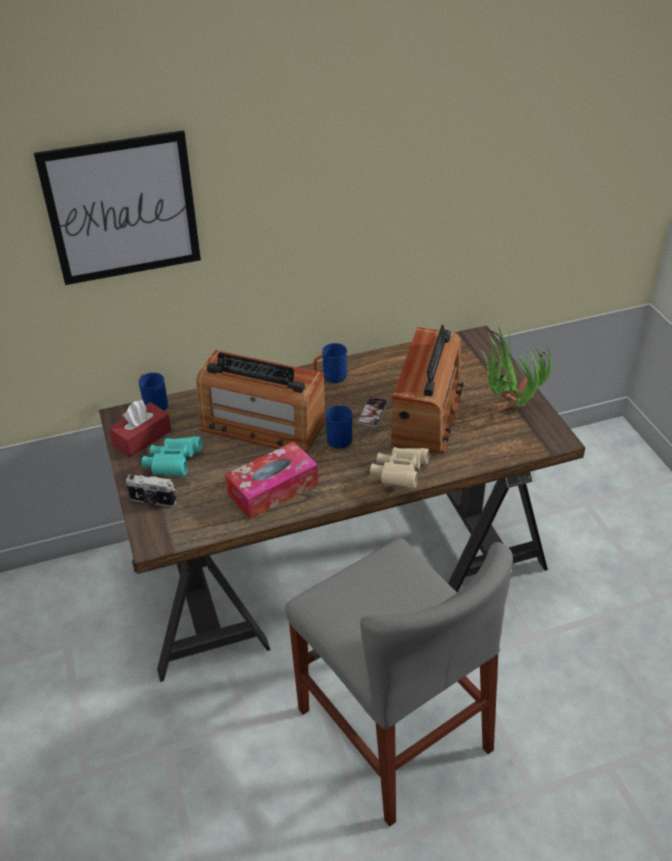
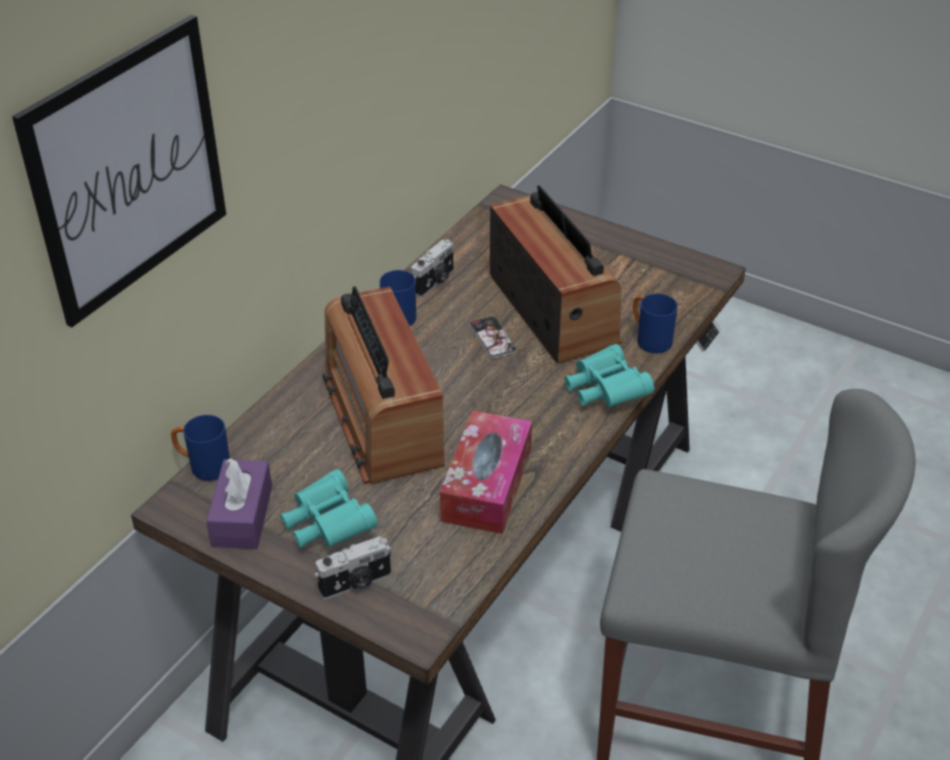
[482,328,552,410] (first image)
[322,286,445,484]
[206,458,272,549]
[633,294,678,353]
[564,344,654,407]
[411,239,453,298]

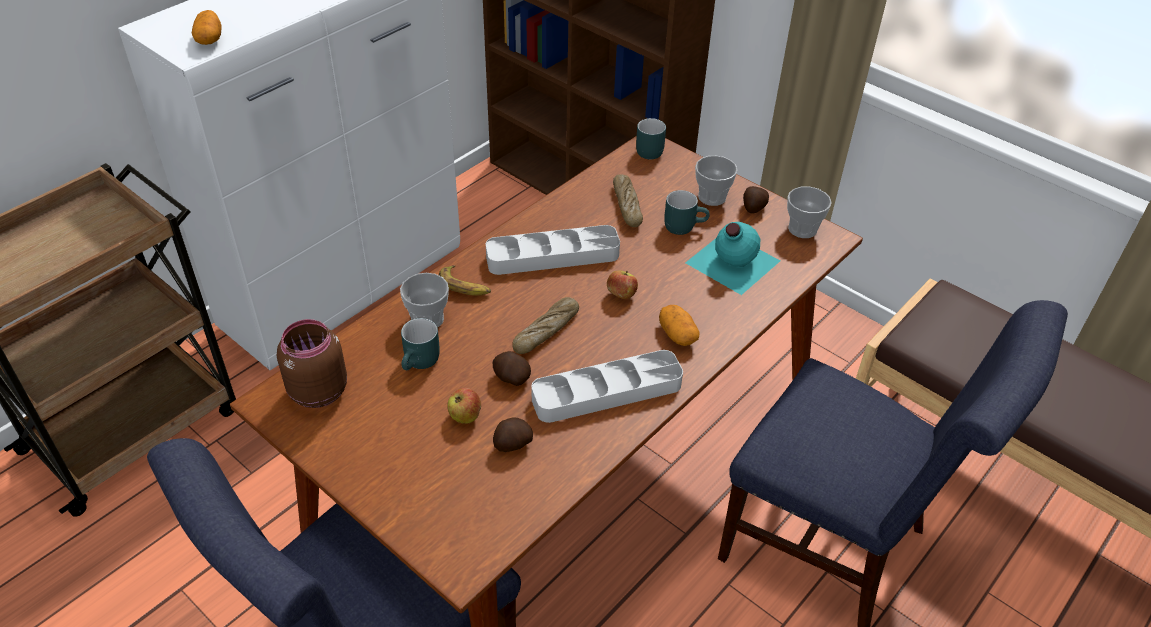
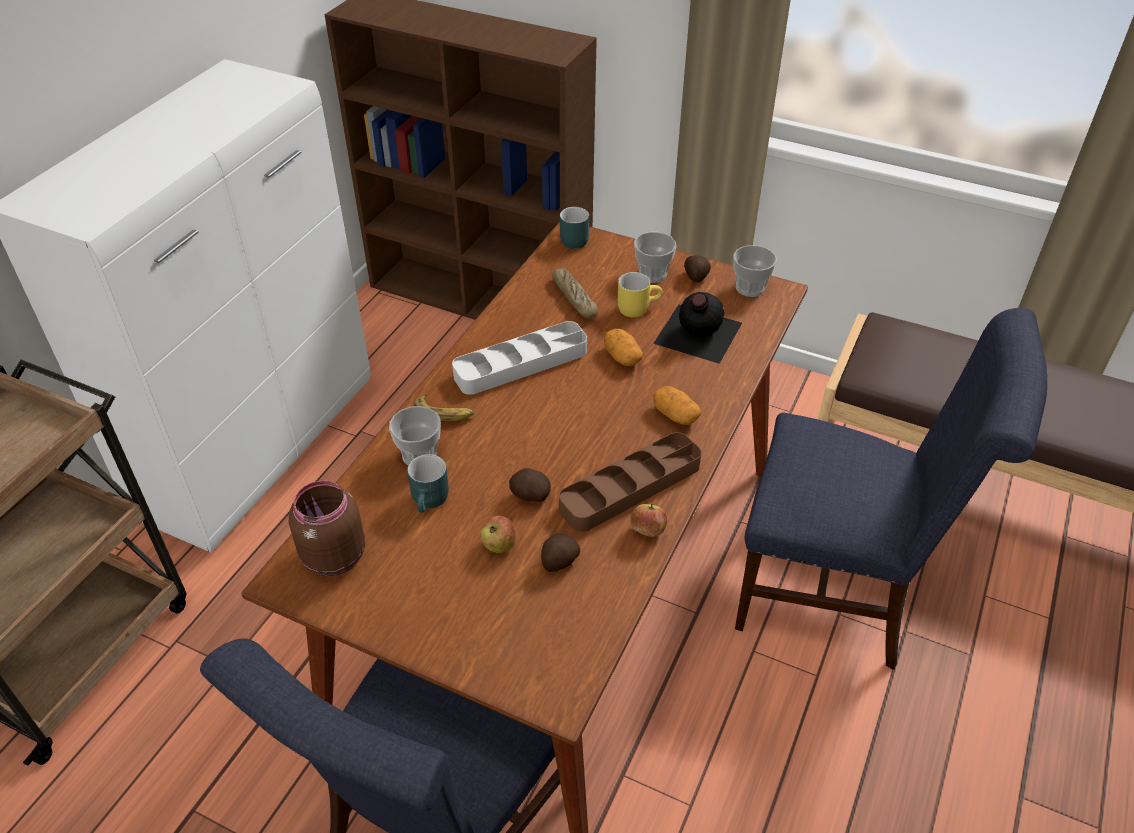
[604,329,643,366]
[618,272,662,317]
[653,292,742,364]
[630,504,667,537]
[512,297,579,354] (first image)
[559,432,701,532]

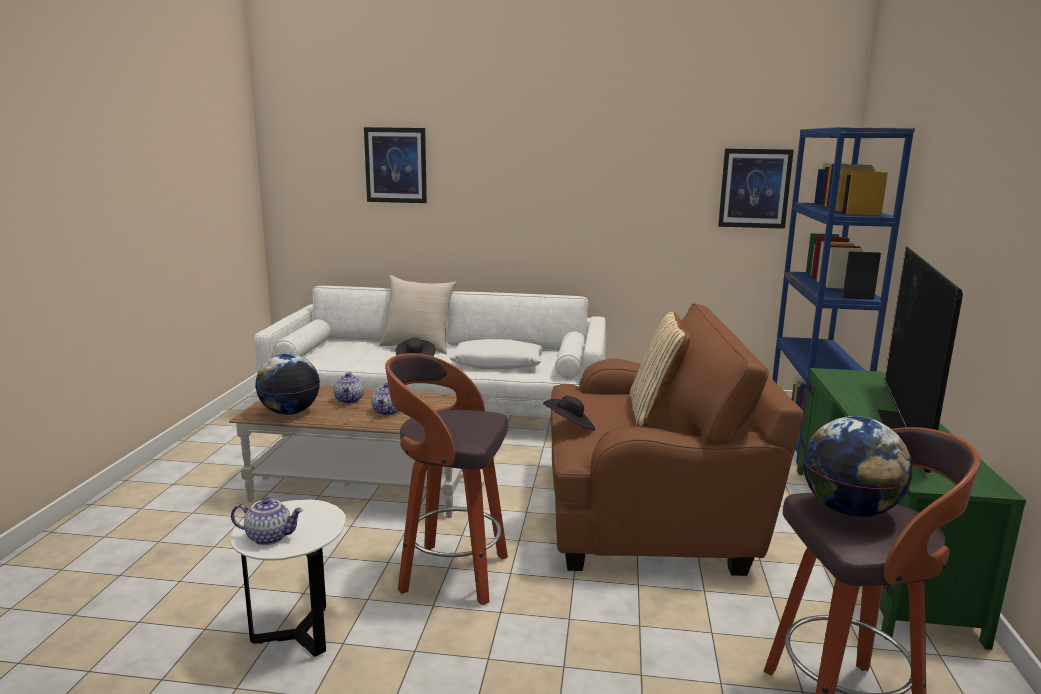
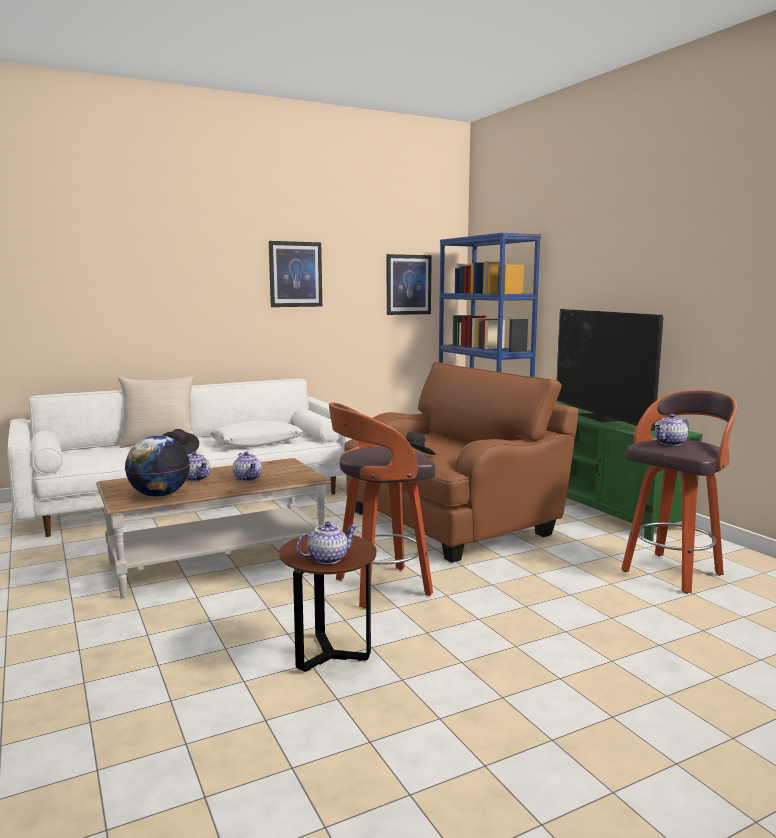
[269,241,322,307]
[630,311,691,428] (first image)
[654,414,689,446]
[279,534,377,672]

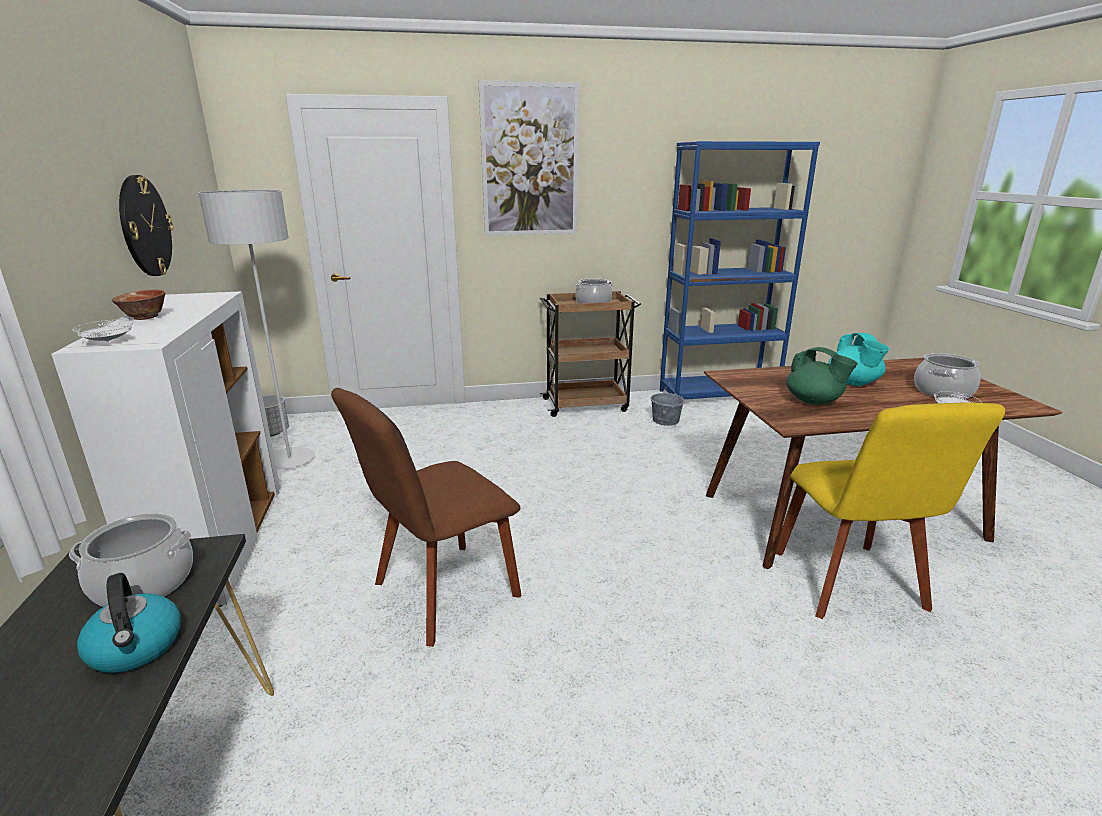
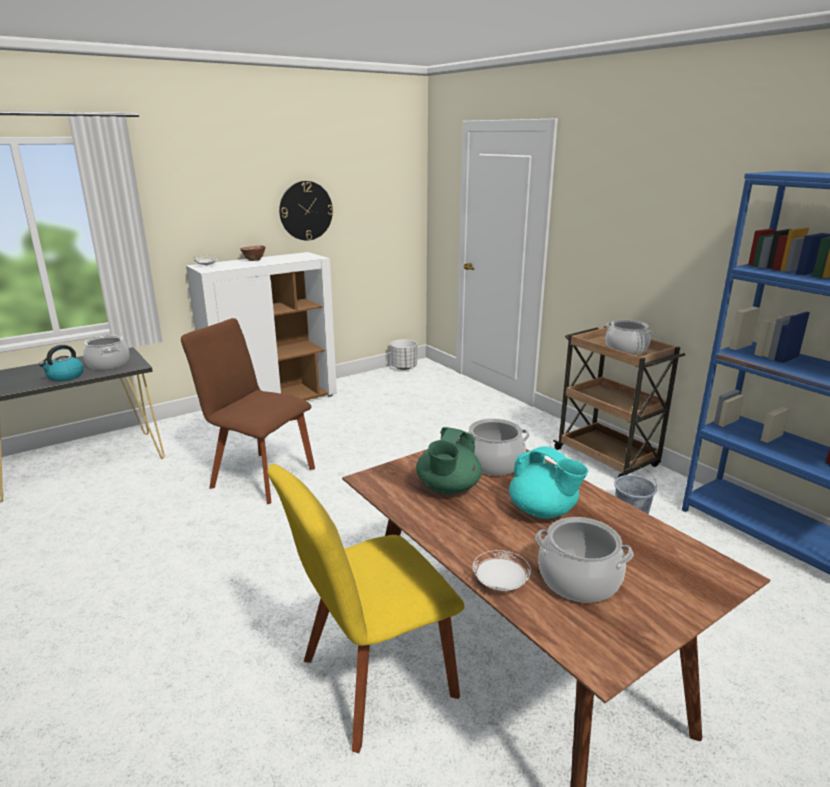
[479,81,579,236] (first image)
[198,190,315,469] (first image)
[509,446,588,519]
[468,419,530,476]

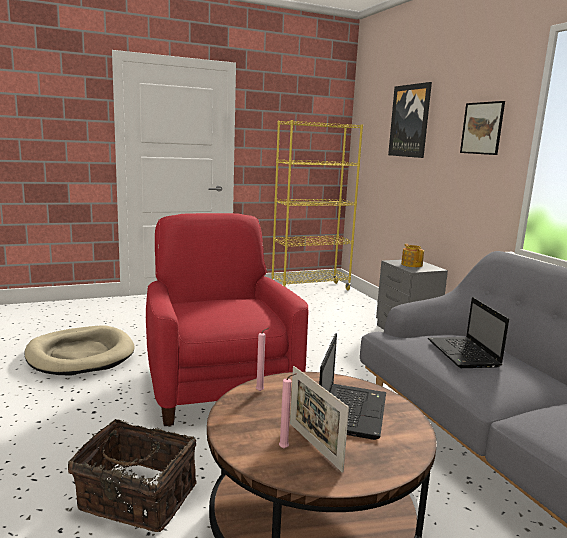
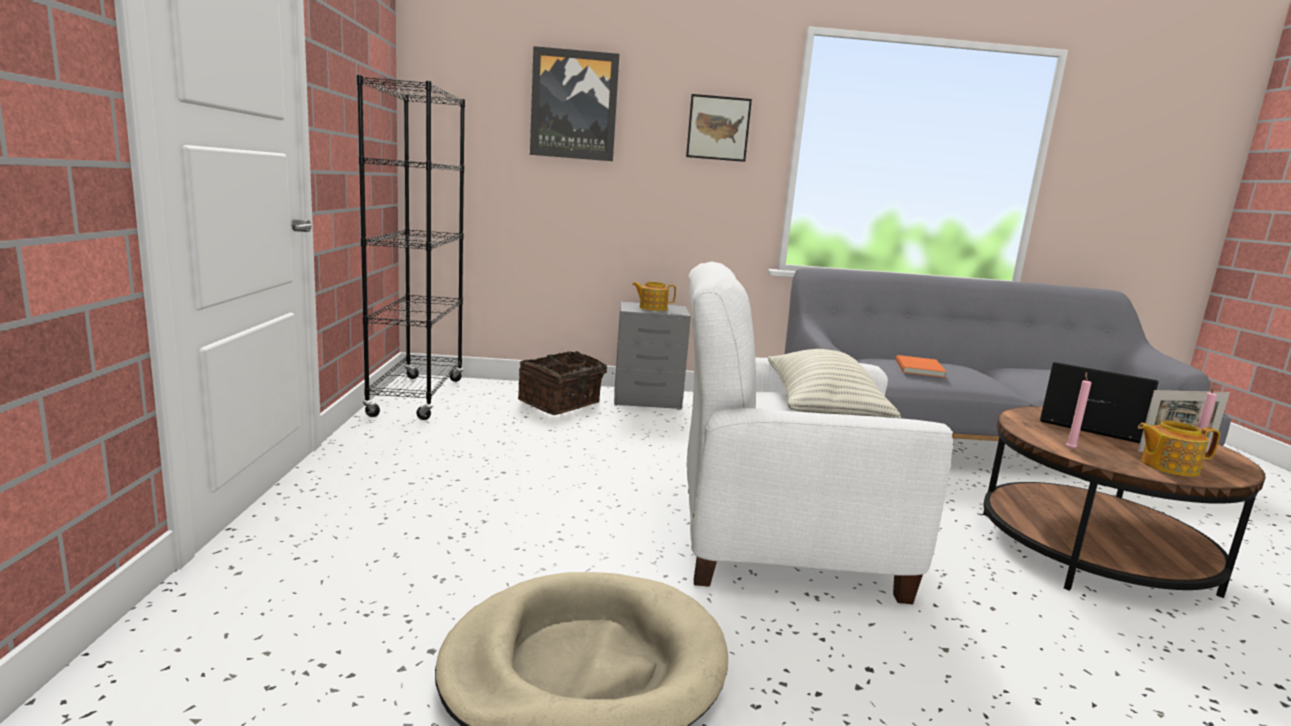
[357,75,465,420]
[686,261,953,604]
[896,355,947,378]
[518,351,614,415]
[768,349,901,418]
[1138,421,1220,477]

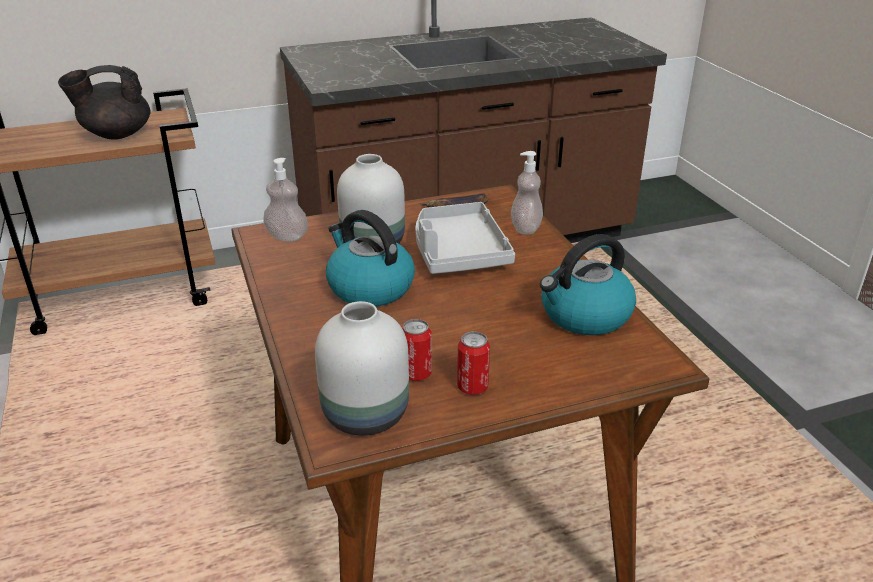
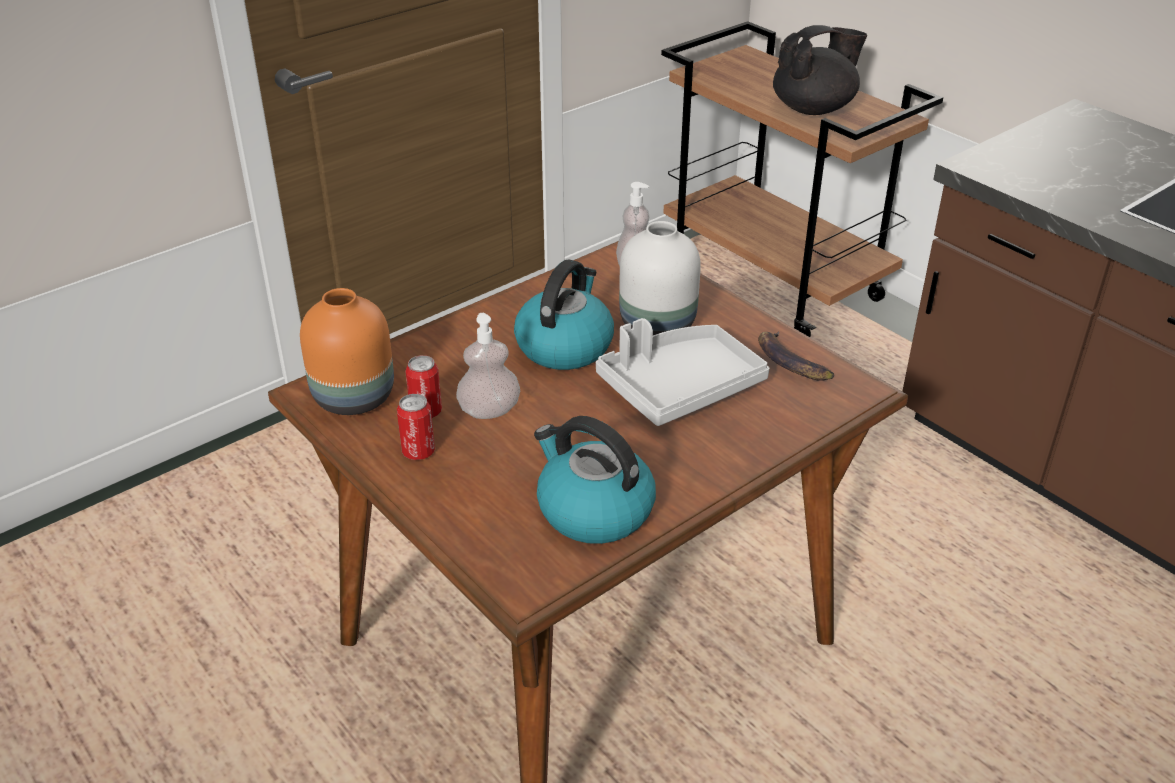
[773,25,867,115]
[456,313,520,419]
[300,288,394,415]

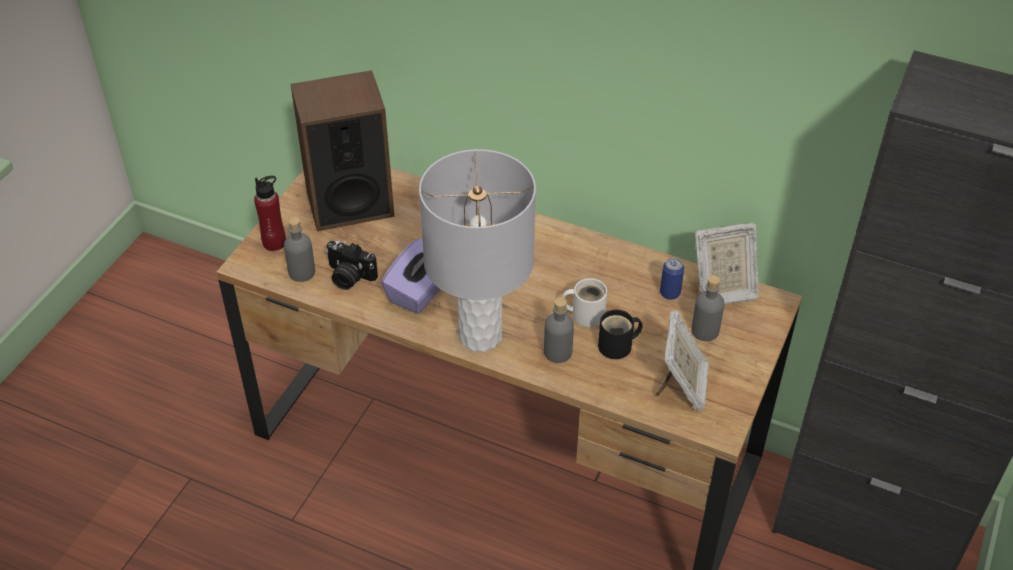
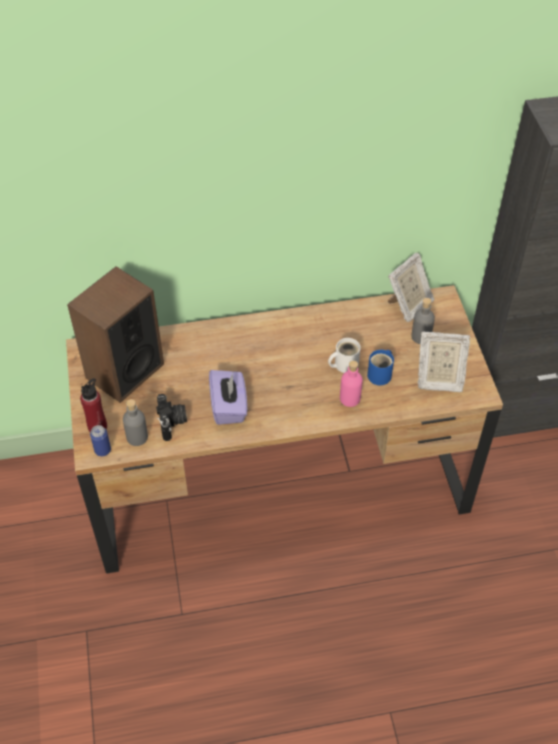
[419,149,536,352] (first image)
[156,394,187,441]
[90,425,111,456]
[340,361,363,407]
[367,350,394,385]
[417,332,470,392]

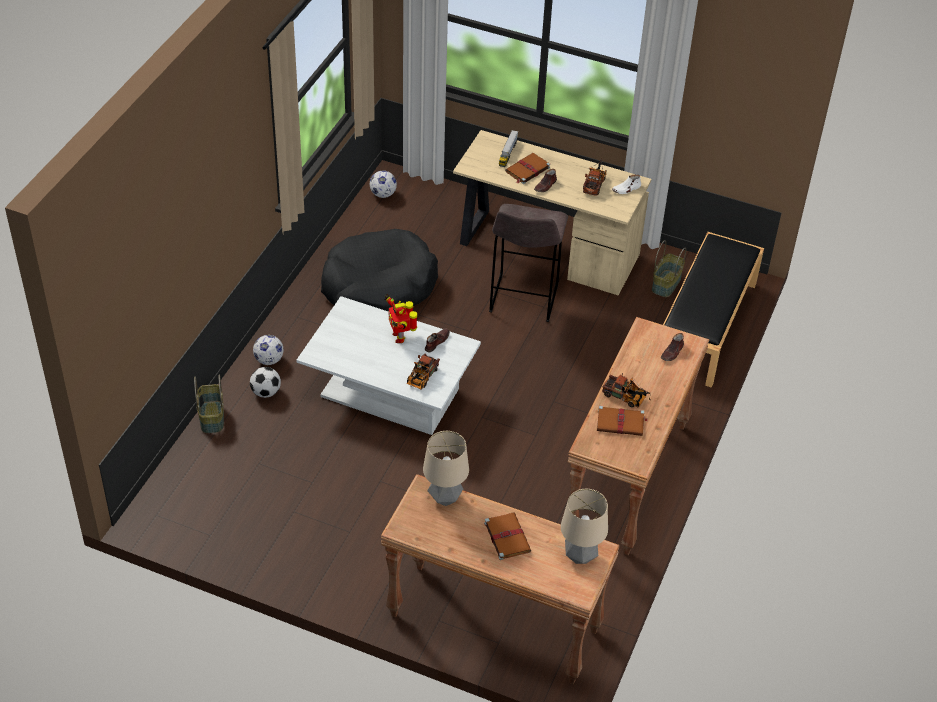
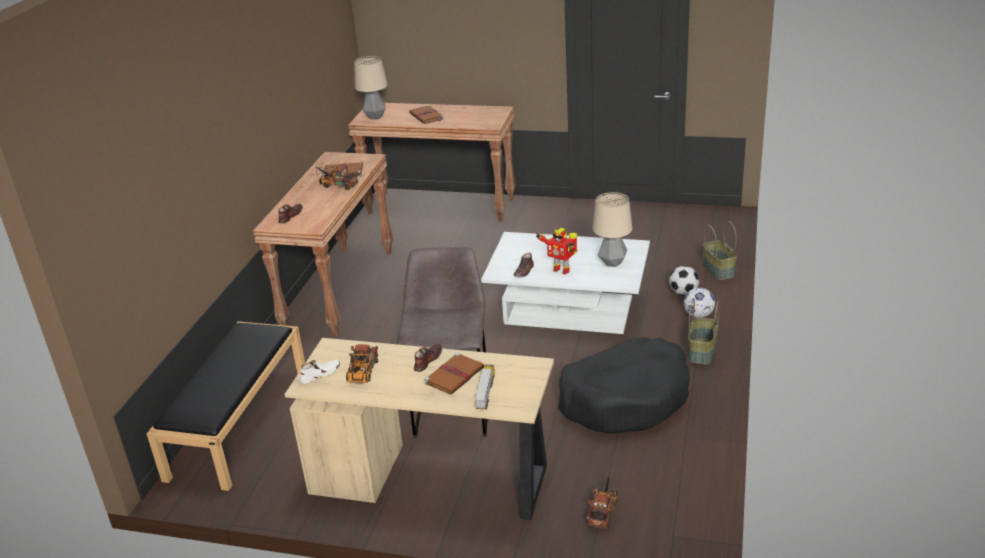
[370,170,397,198] (first image)
[688,298,719,364]
[536,228,578,274]
[586,475,618,529]
[592,192,632,267]

